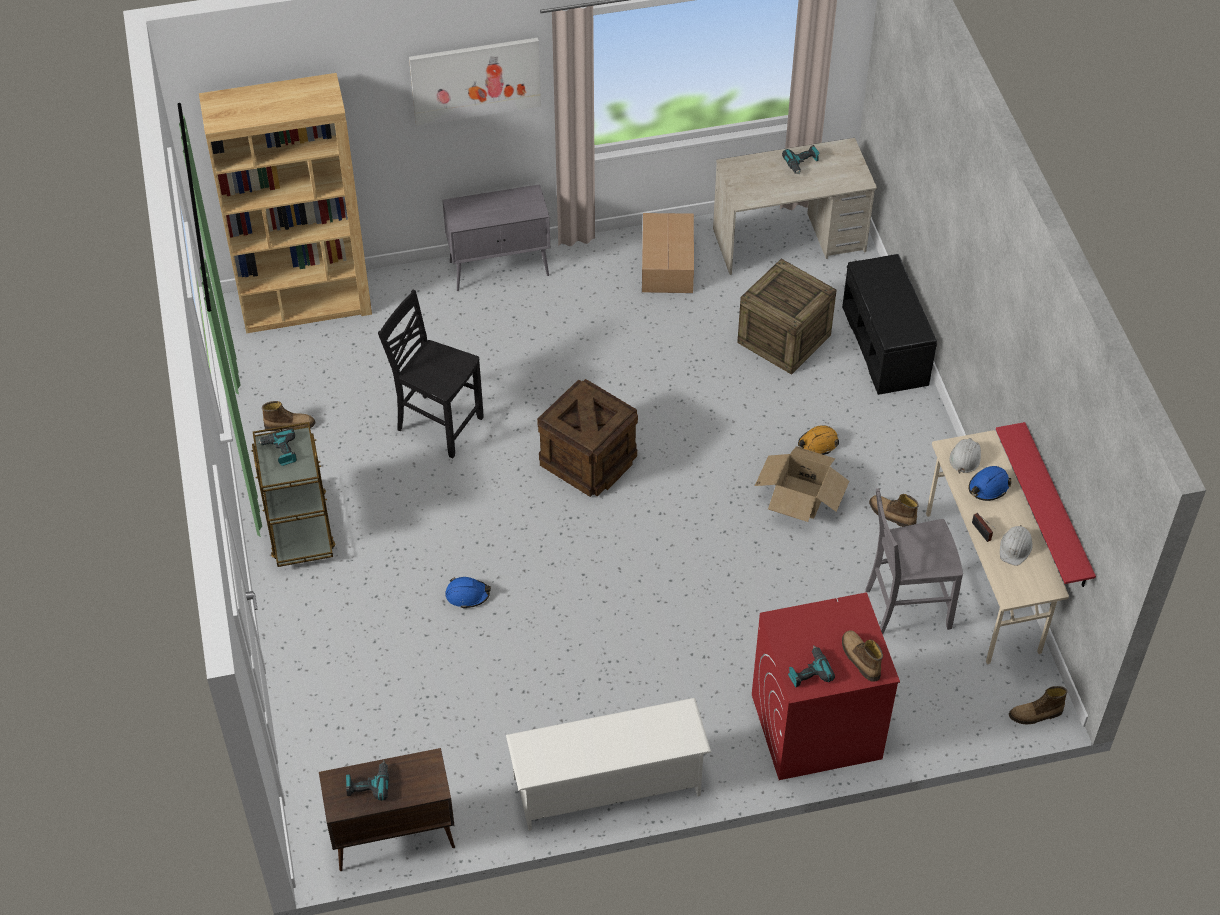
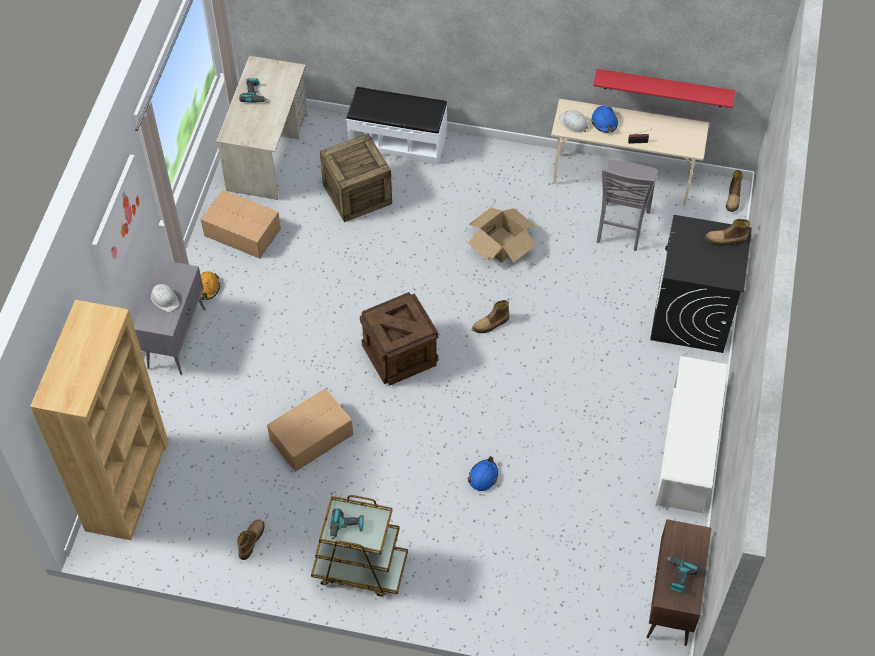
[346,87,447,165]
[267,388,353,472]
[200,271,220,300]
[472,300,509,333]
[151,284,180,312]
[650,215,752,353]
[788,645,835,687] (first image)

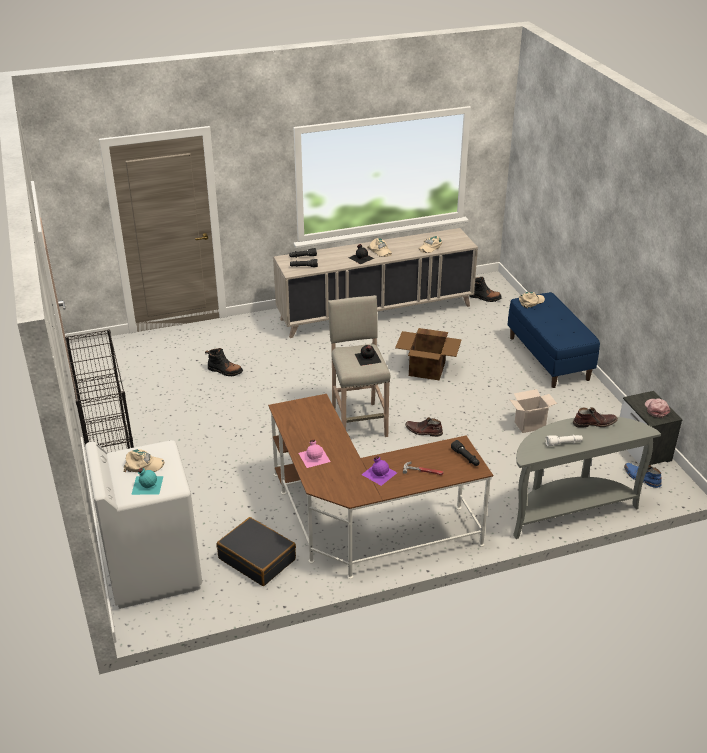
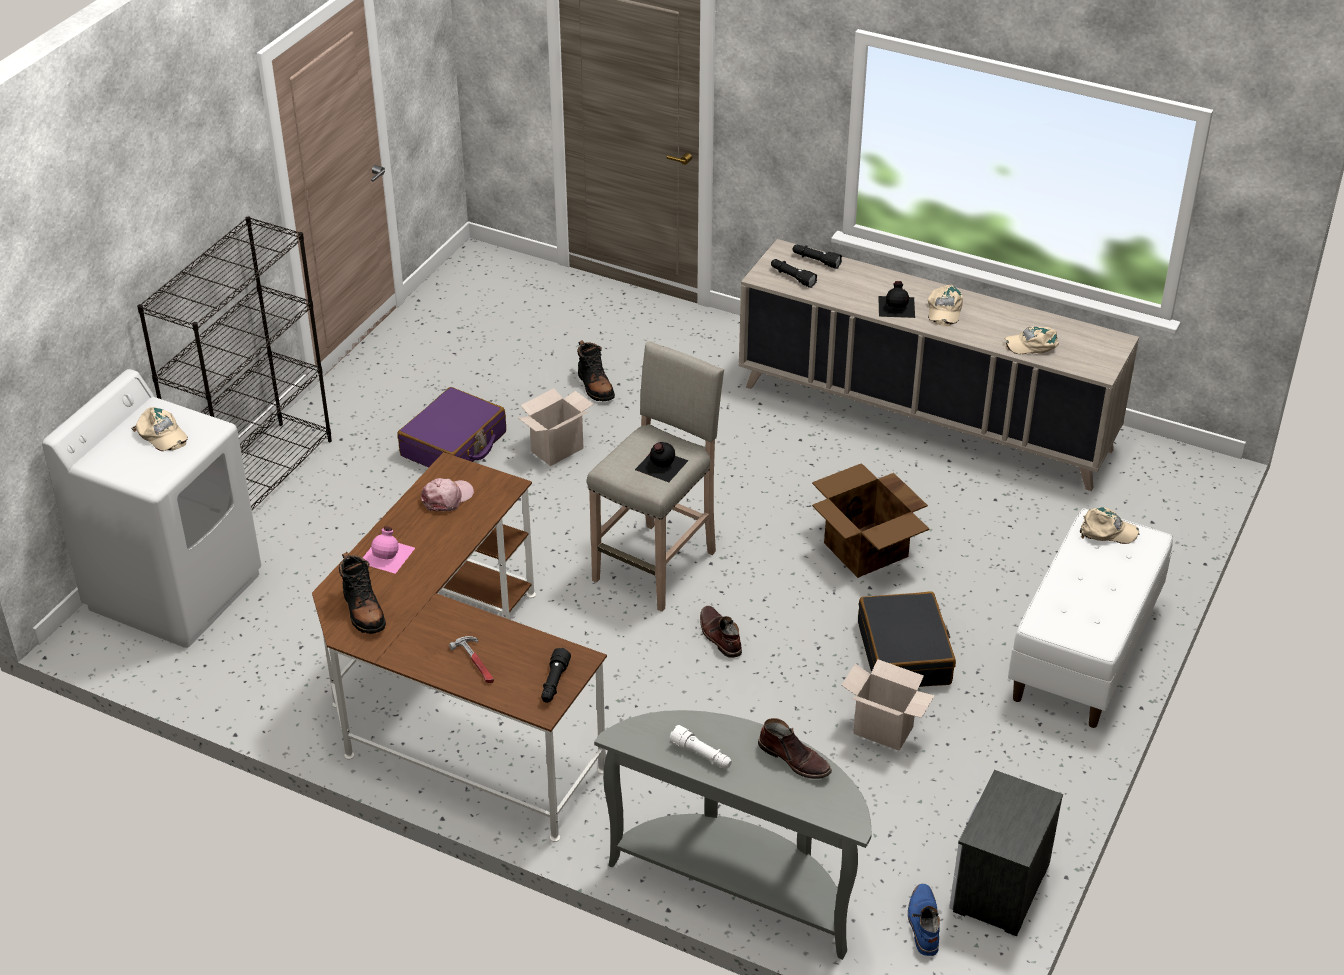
[339,552,386,634]
[1008,508,1173,728]
[421,478,474,511]
[361,456,397,486] (first image)
[131,468,163,495] (first image)
[858,591,956,687]
[397,387,506,467]
[518,388,594,466]

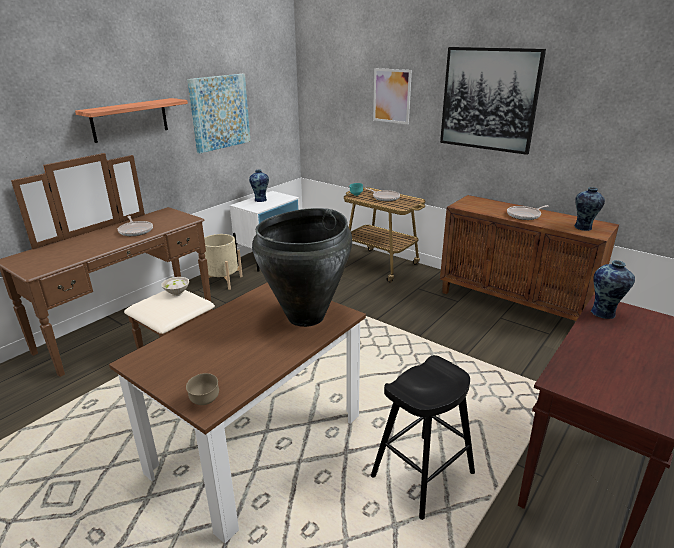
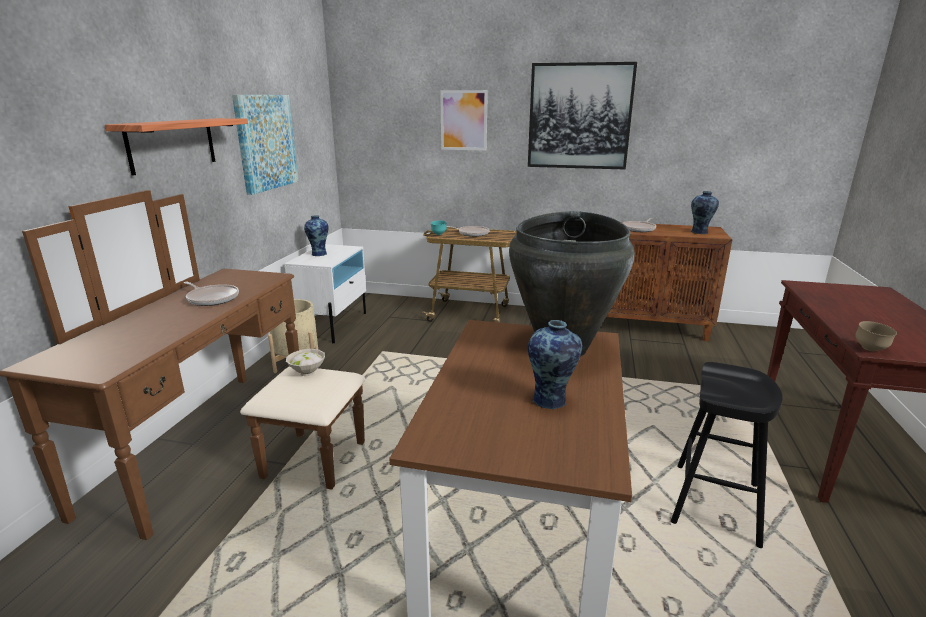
[528,320,582,409]
[855,321,897,351]

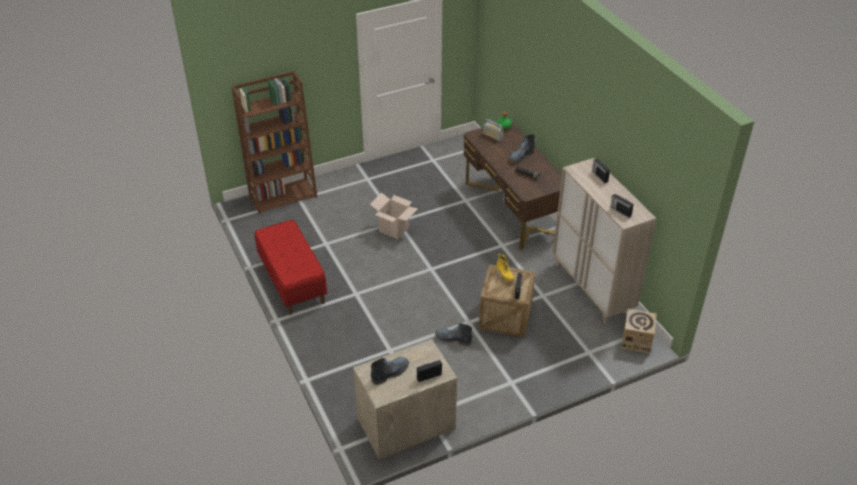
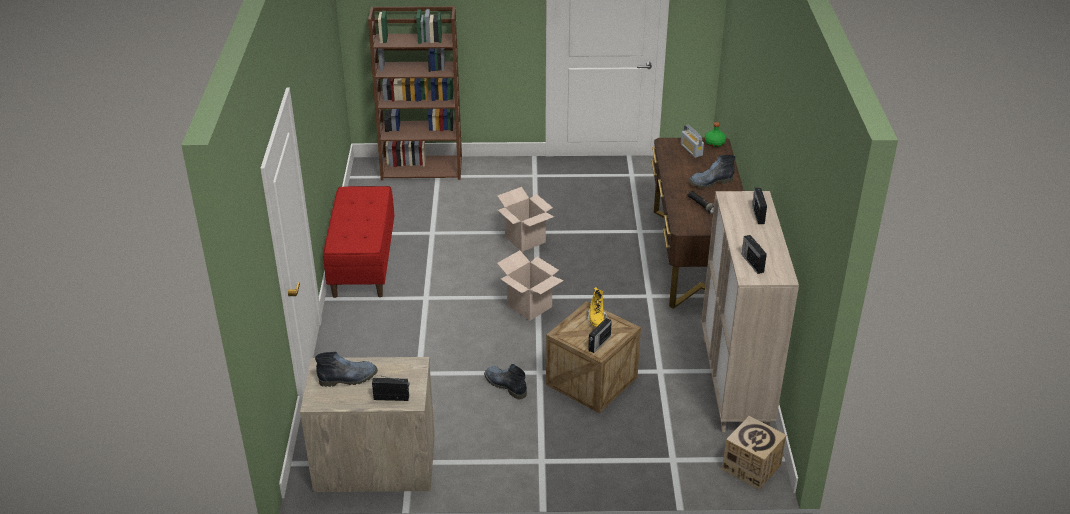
[497,250,564,321]

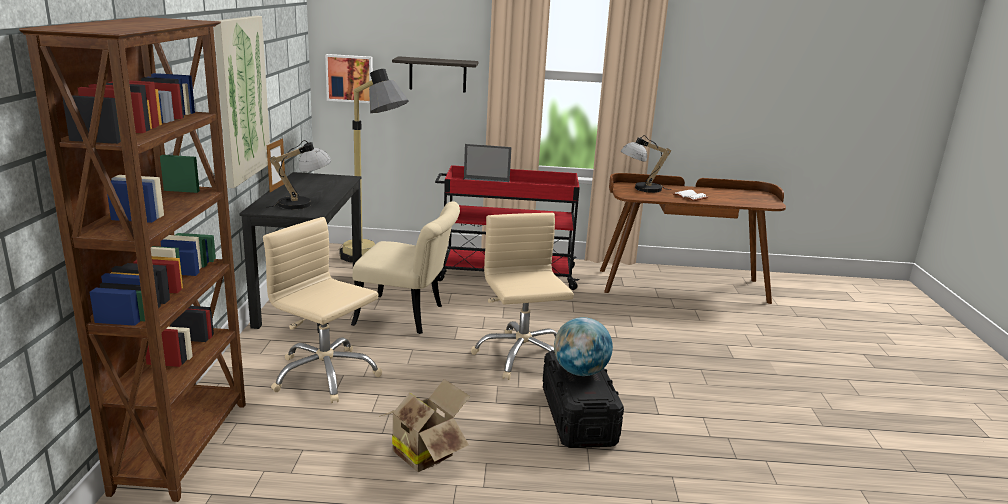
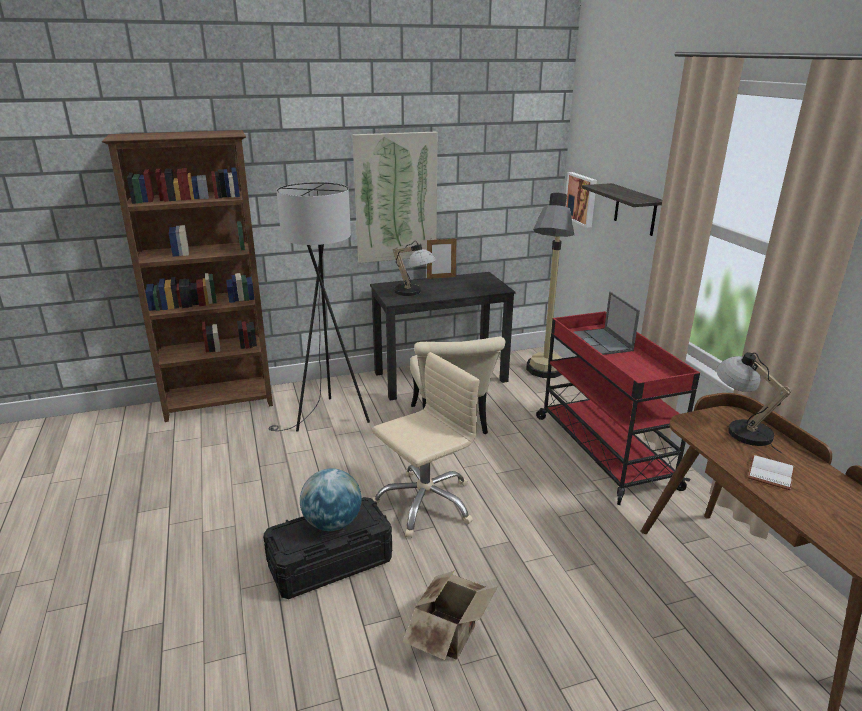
[269,182,370,432]
[403,571,498,660]

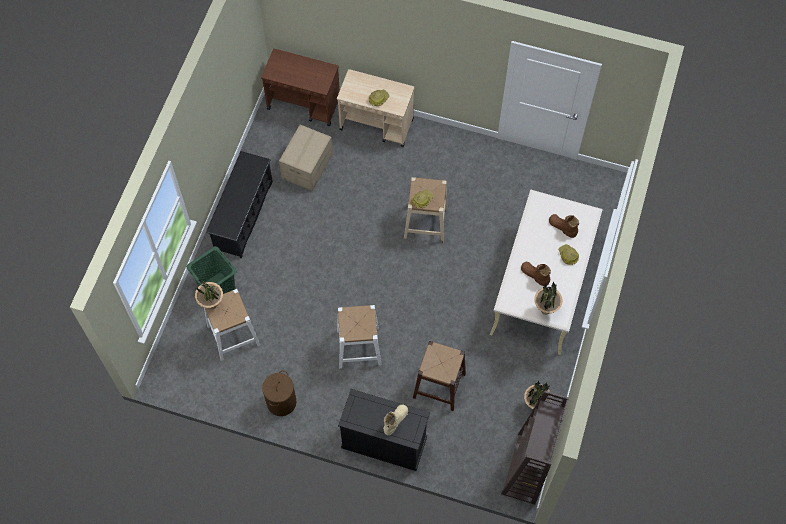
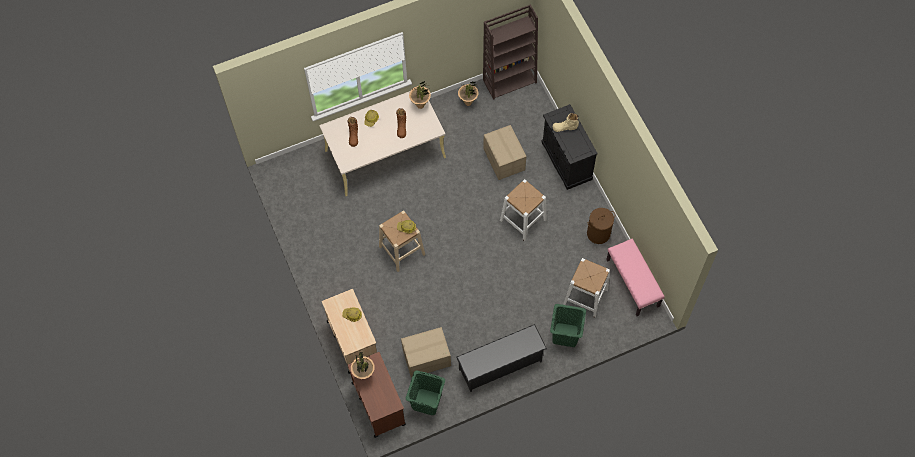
[351,352,375,379]
[483,125,526,180]
[606,239,665,316]
[406,371,445,415]

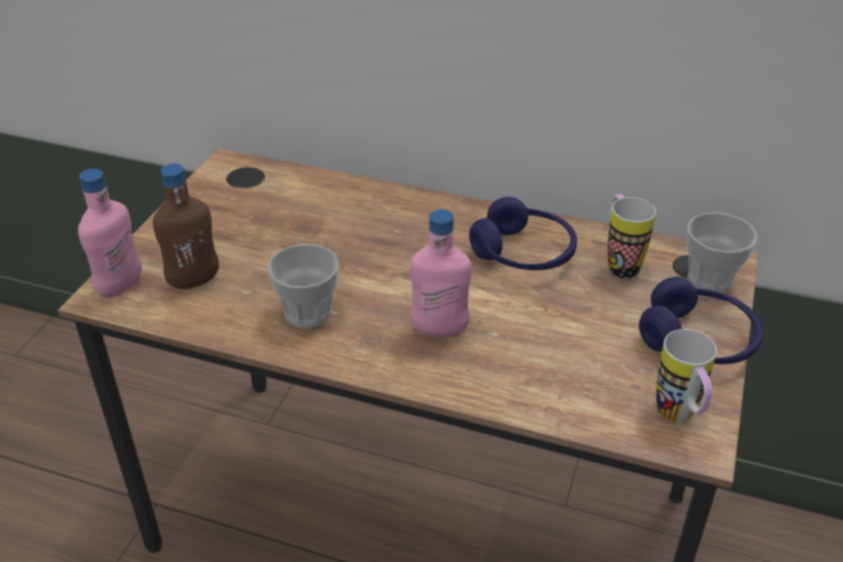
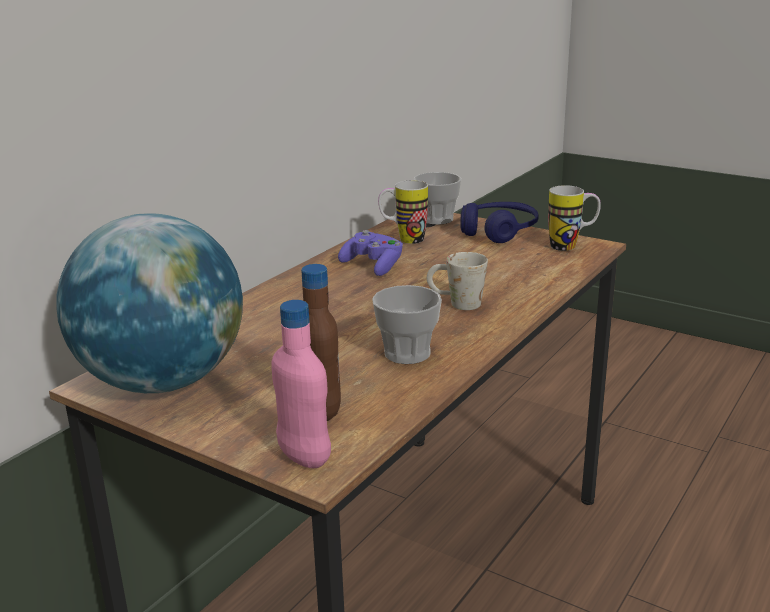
[338,230,403,276]
[427,252,488,310]
[56,213,243,393]

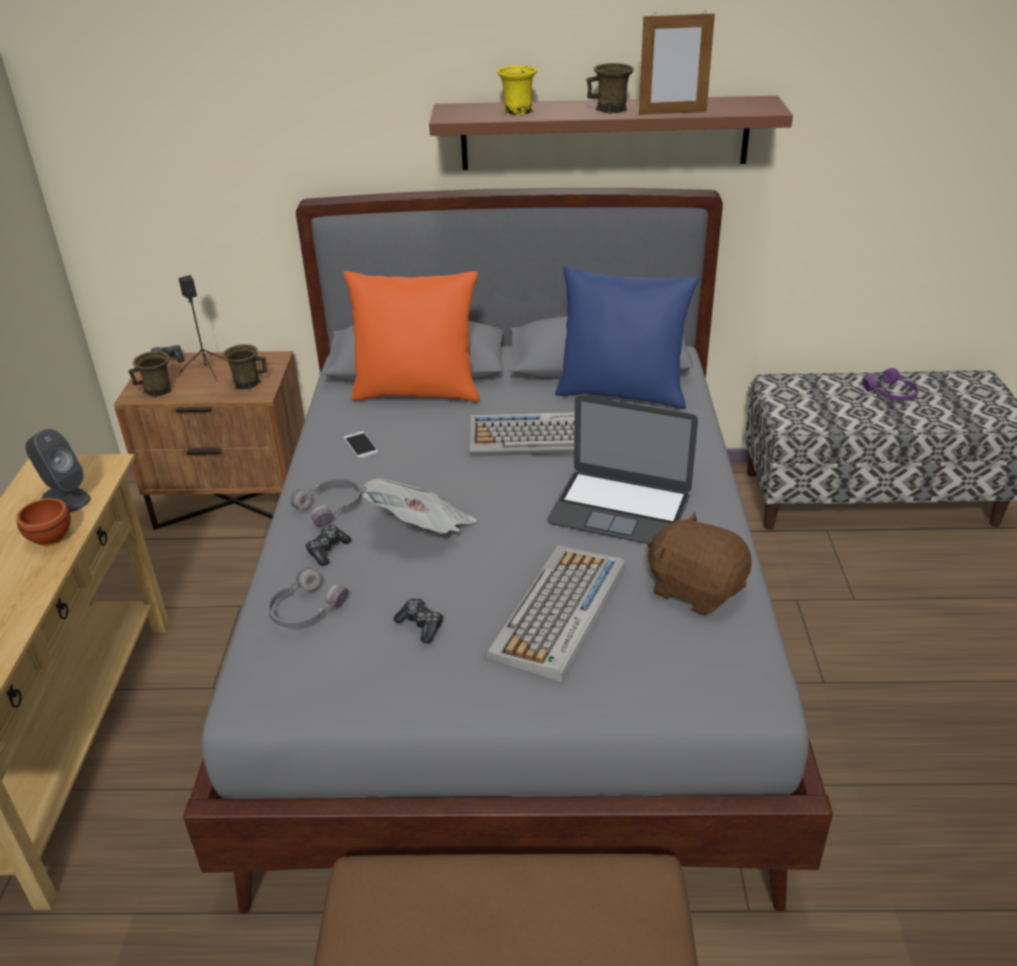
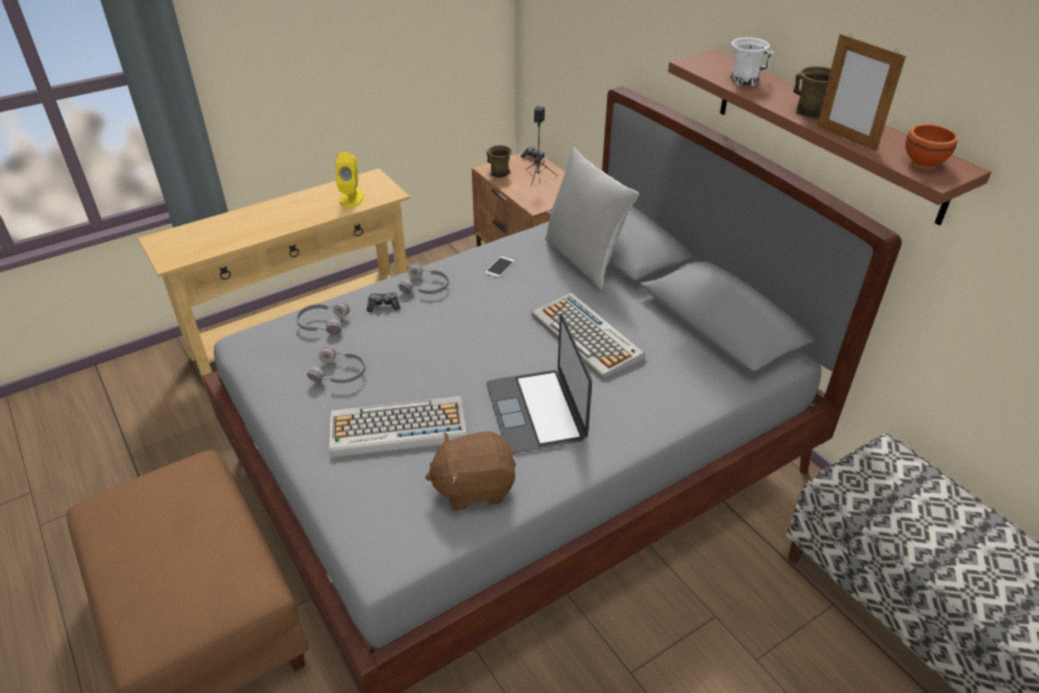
[730,37,774,86]
[555,266,699,409] (first image)
[545,147,639,290]
[222,344,267,390] (first image)
[862,368,919,401] (first image)
[335,152,364,207]
[362,478,477,534] (first image)
[905,124,958,169]
[425,431,516,511]
[307,346,365,383]

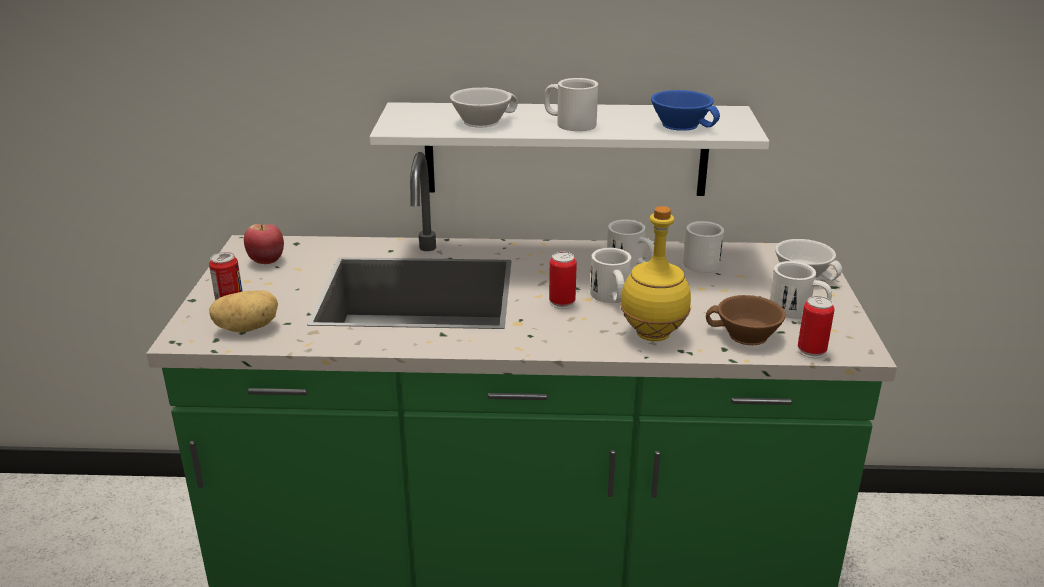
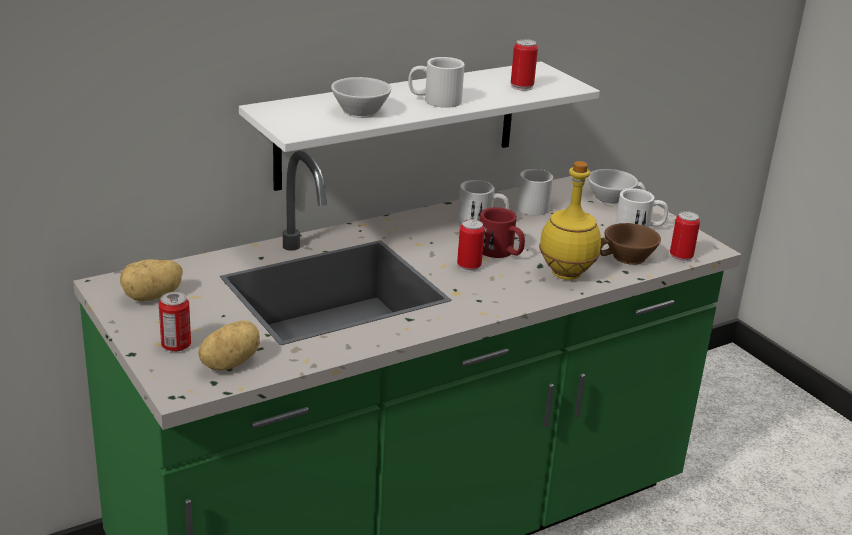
[511,39,538,91]
[120,259,183,301]
[480,207,525,258]

